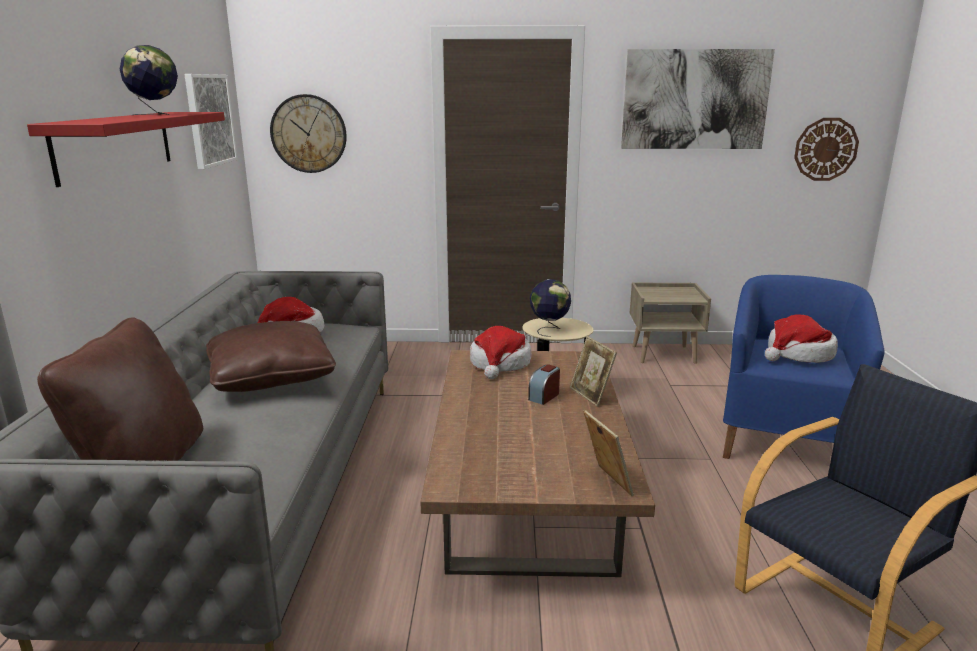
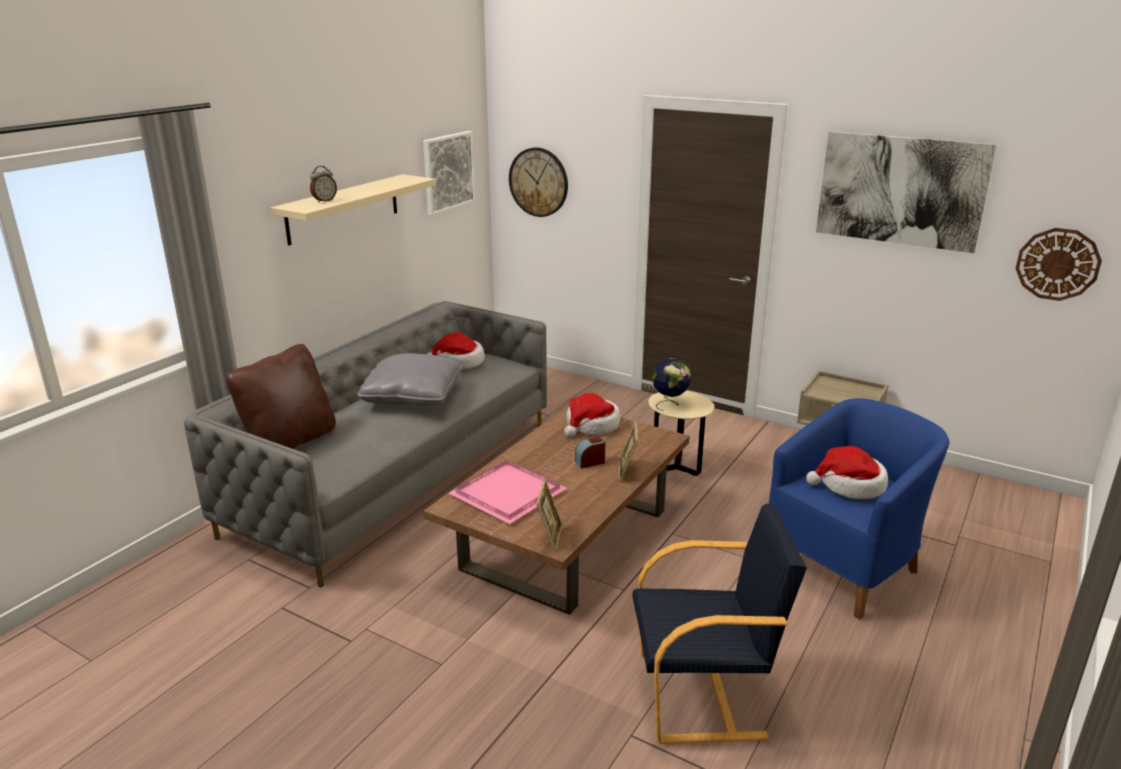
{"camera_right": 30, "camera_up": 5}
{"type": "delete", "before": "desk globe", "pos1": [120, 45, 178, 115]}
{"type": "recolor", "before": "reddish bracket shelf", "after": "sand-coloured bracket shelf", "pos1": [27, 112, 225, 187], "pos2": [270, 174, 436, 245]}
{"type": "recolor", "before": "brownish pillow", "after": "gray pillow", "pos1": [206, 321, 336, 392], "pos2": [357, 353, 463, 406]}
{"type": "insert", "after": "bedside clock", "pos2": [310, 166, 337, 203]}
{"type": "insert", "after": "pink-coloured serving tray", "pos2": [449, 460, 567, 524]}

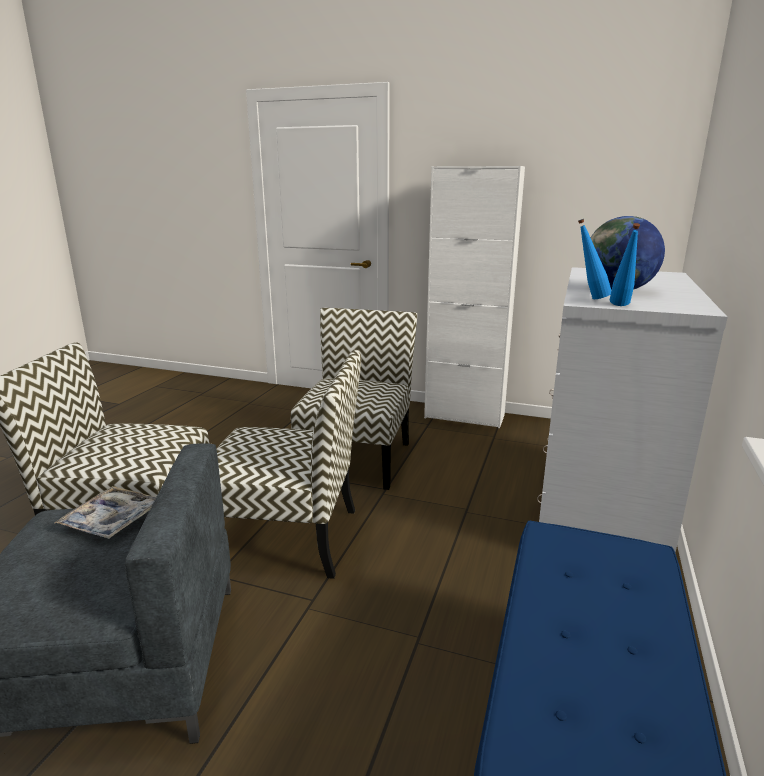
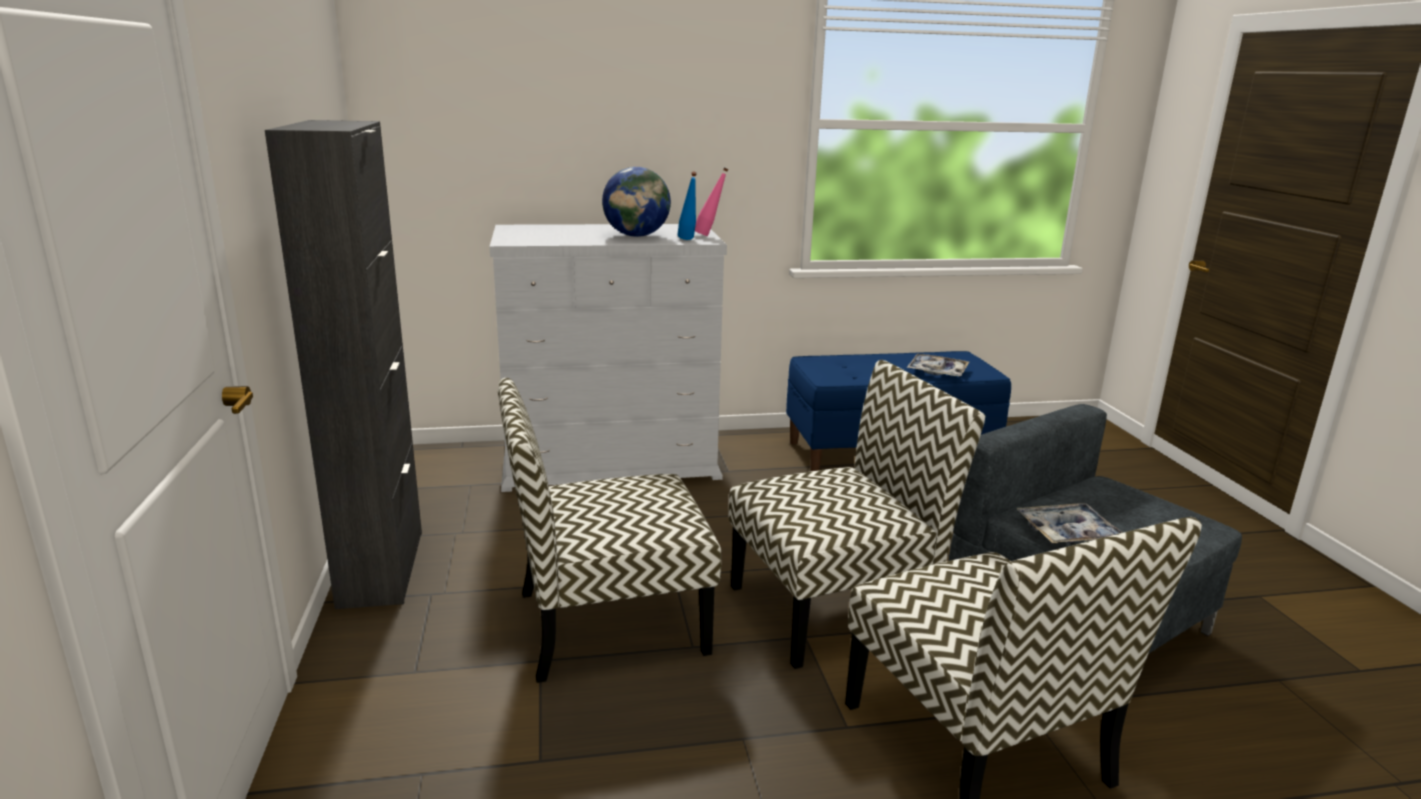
{"camera_right": -120, "camera_up": 0}
{"type": "recolor", "before": "white storage cabinet", "after": "black-coloured storage cabinet", "pos1": [424, 166, 525, 428], "pos2": [265, 120, 422, 609]}
{"type": "recolor", "before": "bluish bottle", "after": "pink-coloured bottle", "pos1": [610, 223, 640, 306], "pos2": [695, 168, 729, 236]}
{"type": "rotate", "before": "chair", "pos1": [216, 350, 361, 579], "pos2": [729, 360, 985, 669], "turn": 90}
{"type": "insert", "after": "serving tray", "pos2": [907, 354, 969, 377]}

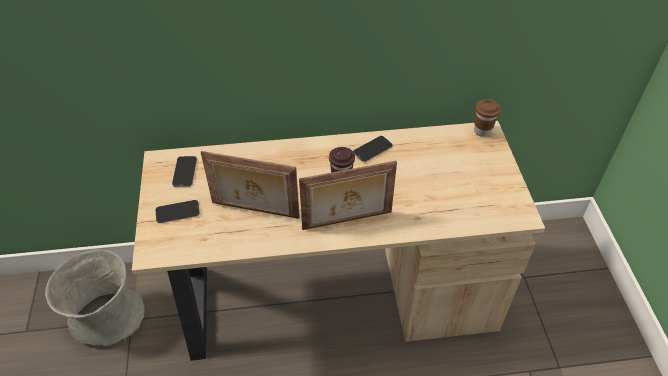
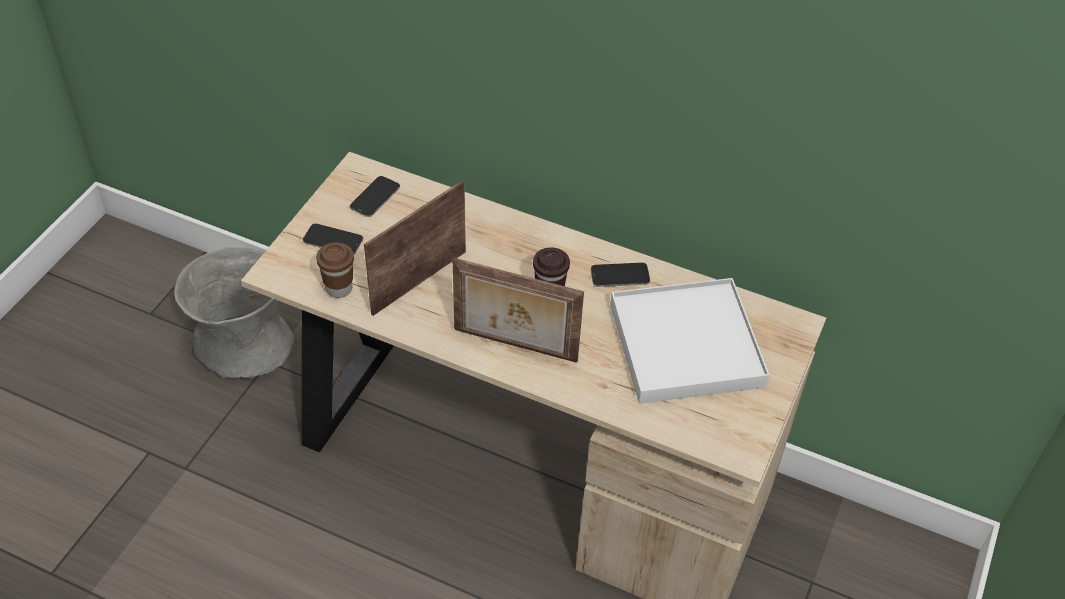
{"camera_right": 30, "camera_up": 0}
{"type": "move", "before": "brownish drinking cup", "pos1": [474, 99, 501, 137], "pos2": [316, 242, 354, 298]}
{"type": "rotate", "before": "standing frame", "pos1": [201, 151, 300, 219], "pos2": [364, 180, 466, 316], "turn": 90}
{"type": "insert", "after": "white serving tray", "pos2": [610, 278, 769, 404]}

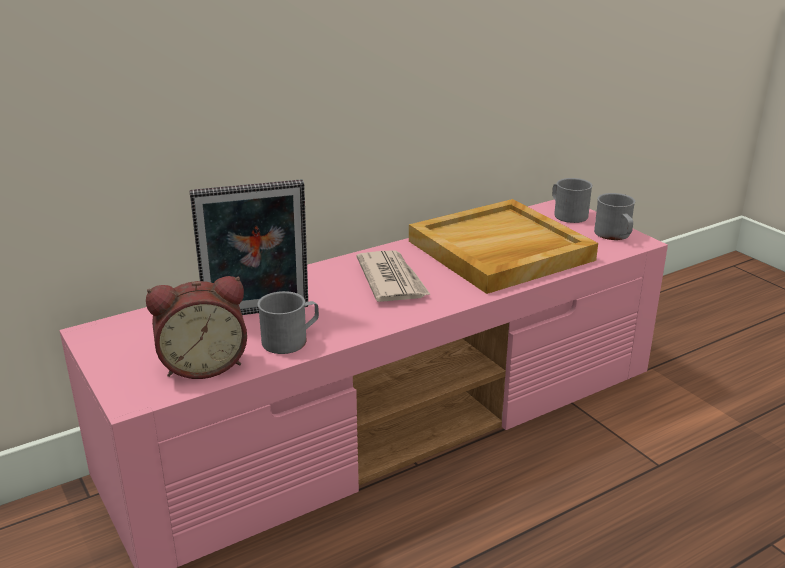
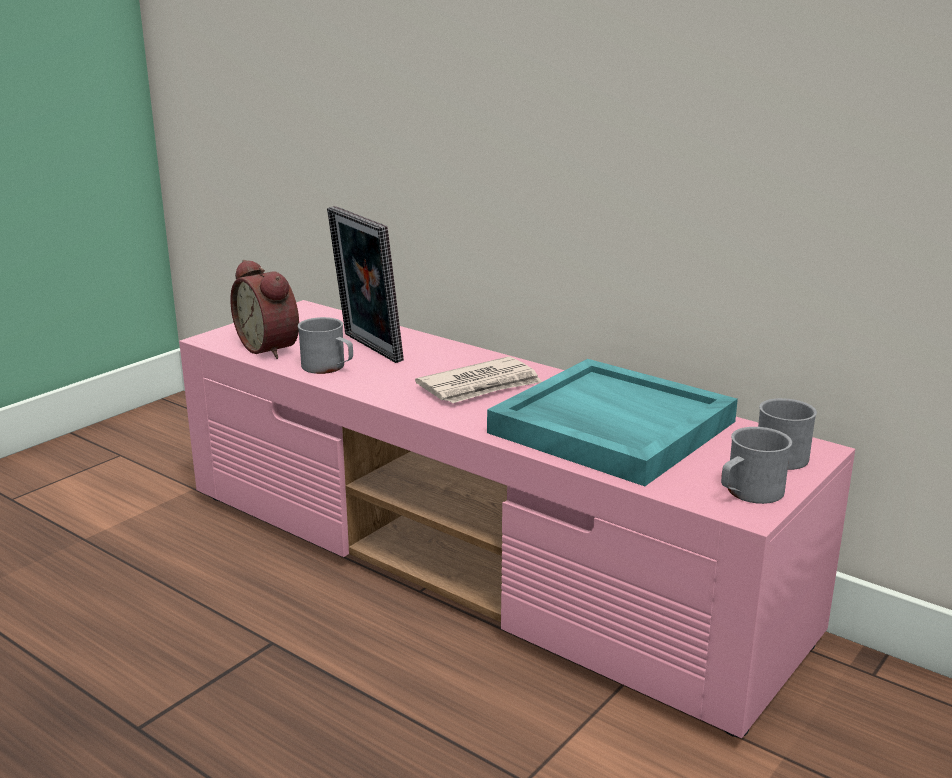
{"camera_right": 70, "camera_up": -5}
{"type": "recolor", "before": "sand-coloured serving tray", "after": "turquoise serving tray", "pos1": [409, 199, 598, 294], "pos2": [487, 359, 738, 486]}

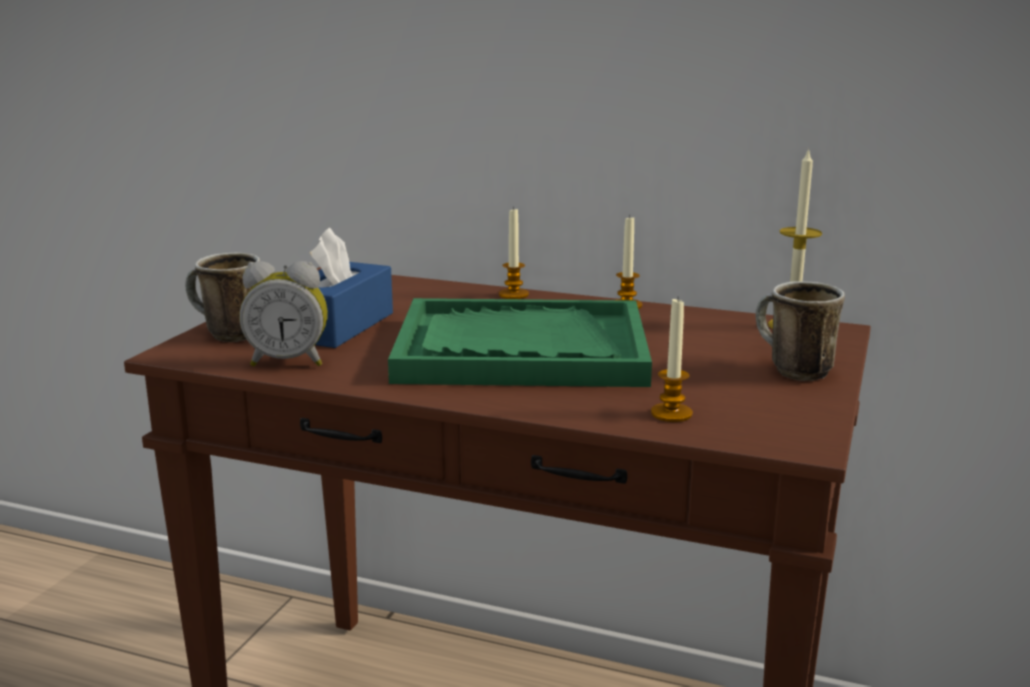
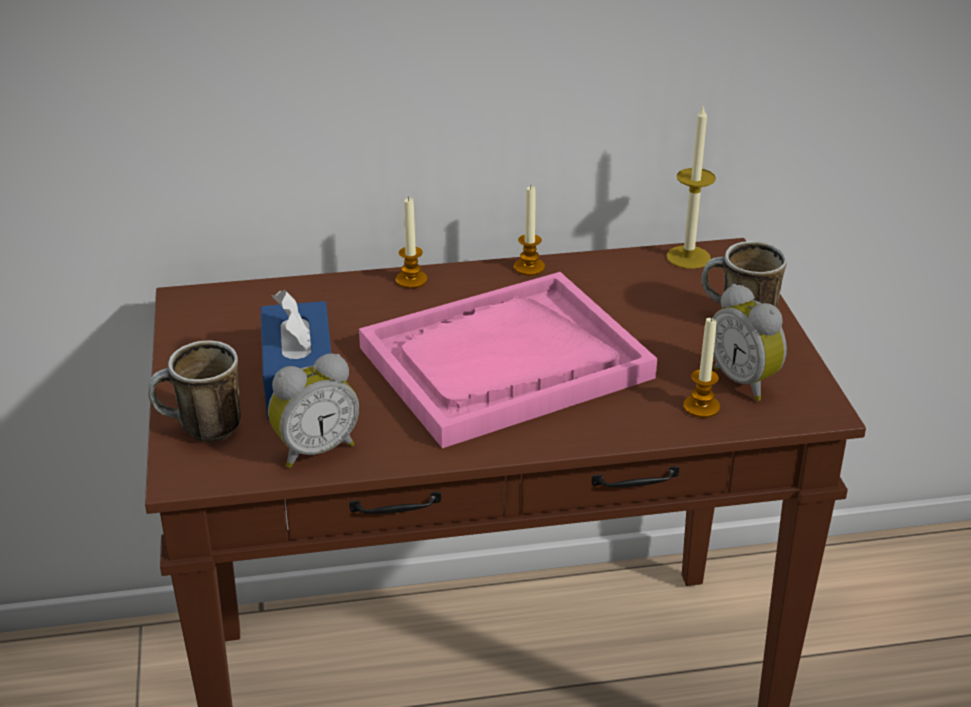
{"camera_right": -30, "camera_up": 15}
{"type": "recolor", "before": "green-coloured serving tray", "after": "pink-coloured serving tray", "pos1": [388, 298, 652, 387], "pos2": [359, 272, 657, 448]}
{"type": "insert", "after": "bedside clock", "pos2": [713, 284, 787, 401]}

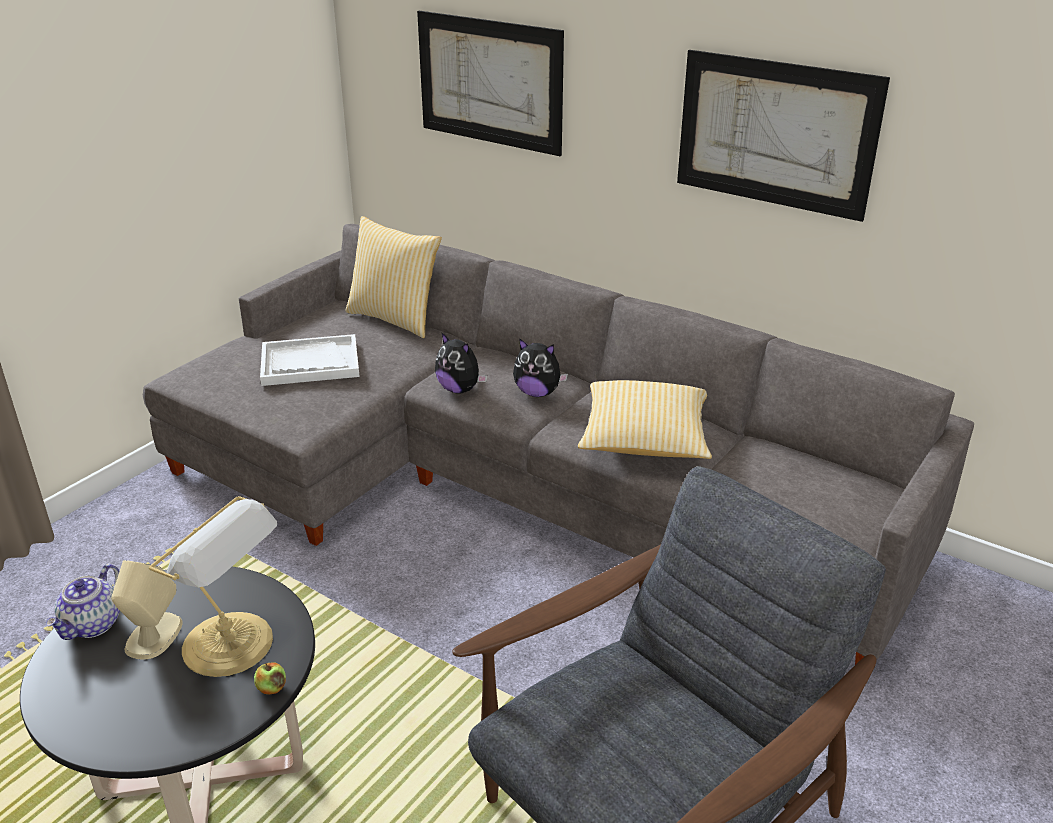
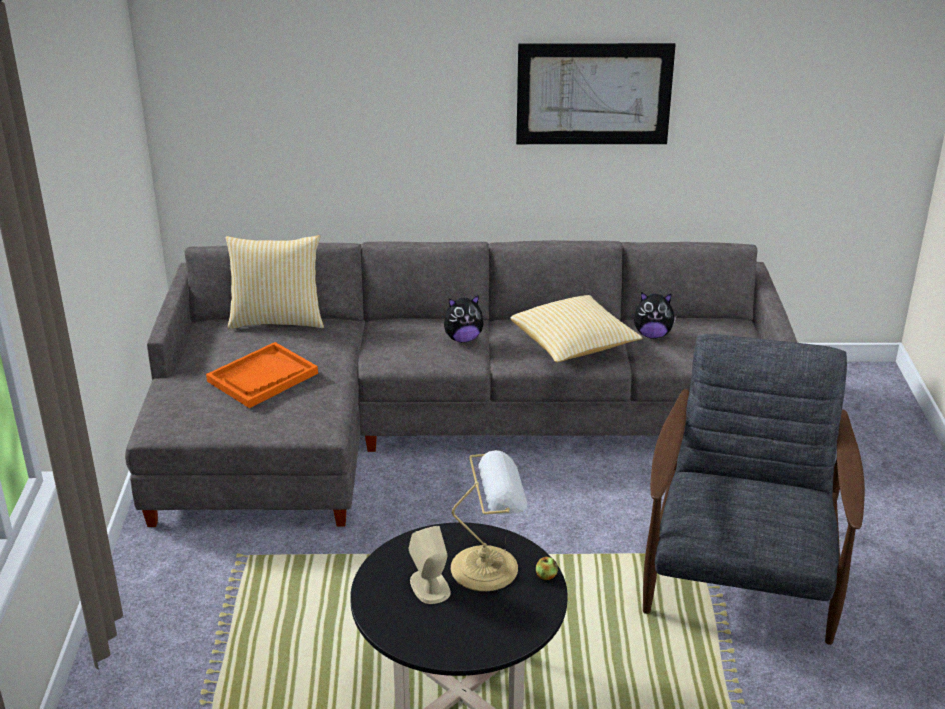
{"camera_right": -35, "camera_up": 0}
{"type": "delete", "before": "picture", "pos1": [417, 11, 564, 156]}
{"type": "move", "before": "plush toy", "pos1": [435, 333, 487, 394], "pos2": [634, 292, 677, 338]}
{"type": "recolor", "before": "white serving tray", "after": "orange serving tray", "pos1": [260, 334, 360, 386], "pos2": [206, 342, 318, 408]}
{"type": "delete", "before": "teapot", "pos1": [46, 564, 120, 640]}

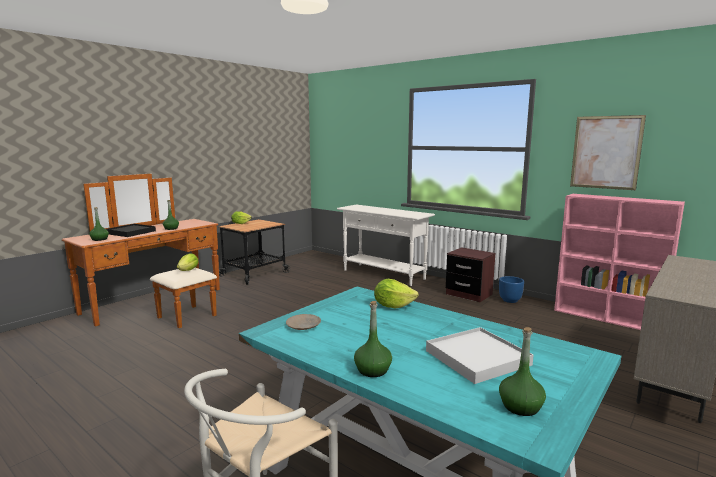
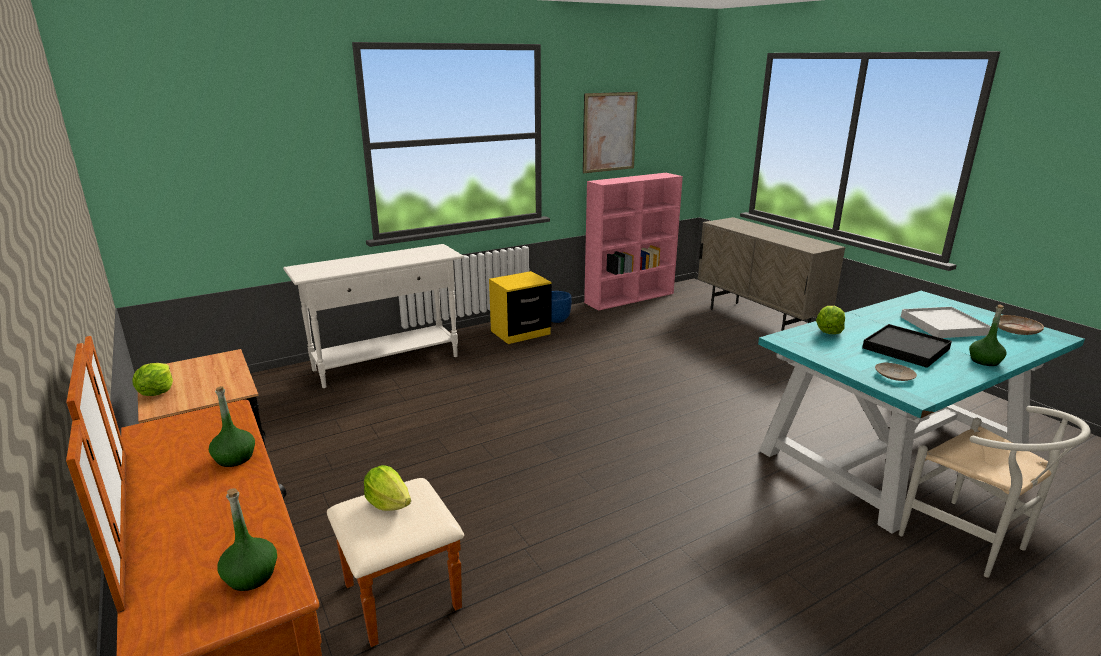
{"camera_right": -70, "camera_up": 10}
{"type": "move", "before": "black-coloured serving tray", "pos1": [106, 224, 156, 237], "pos2": [862, 324, 952, 368]}
{"type": "recolor", "before": "brownish night table", "after": "yellow night table", "pos1": [446, 247, 495, 302], "pos2": [489, 271, 551, 344]}
{"type": "replace", "before": "green-coloured bottle", "after": "sand-coloured dinner plate", "pos1": [499, 327, 546, 416], "pos2": [993, 315, 1044, 335]}

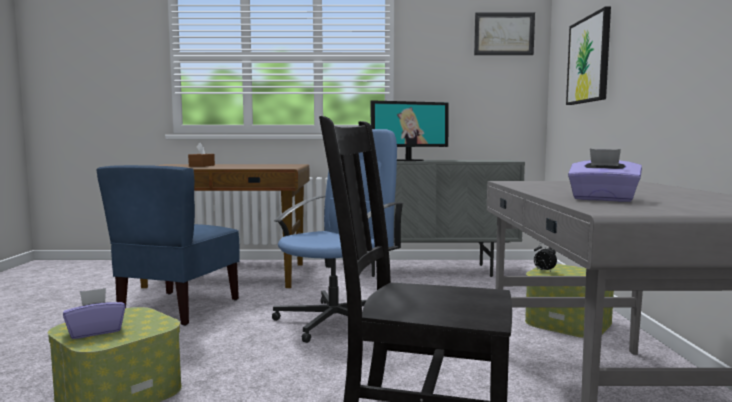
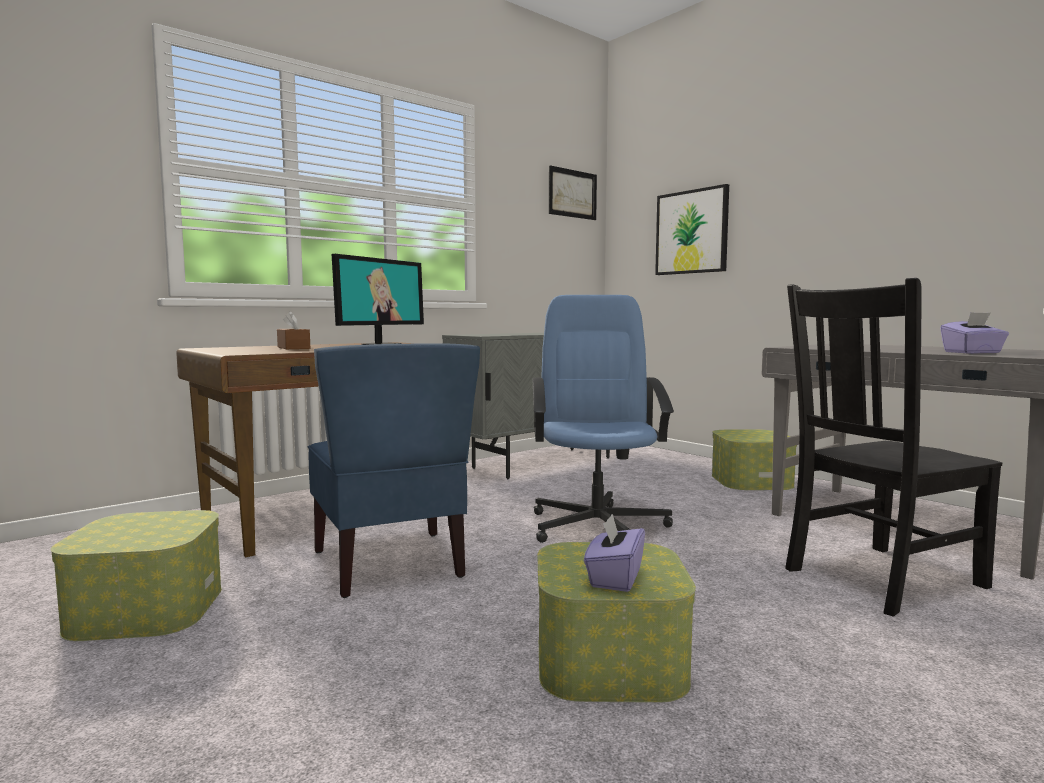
{"camera_right": -40, "camera_up": 0}
{"type": "move", "before": "computer screen", "pos1": [370, 100, 448, 161], "pos2": [332, 254, 424, 345]}
{"type": "delete", "before": "bedside clock", "pos1": [534, 243, 557, 272]}
{"type": "insert", "after": "storage box", "pos2": [51, 510, 222, 641]}

